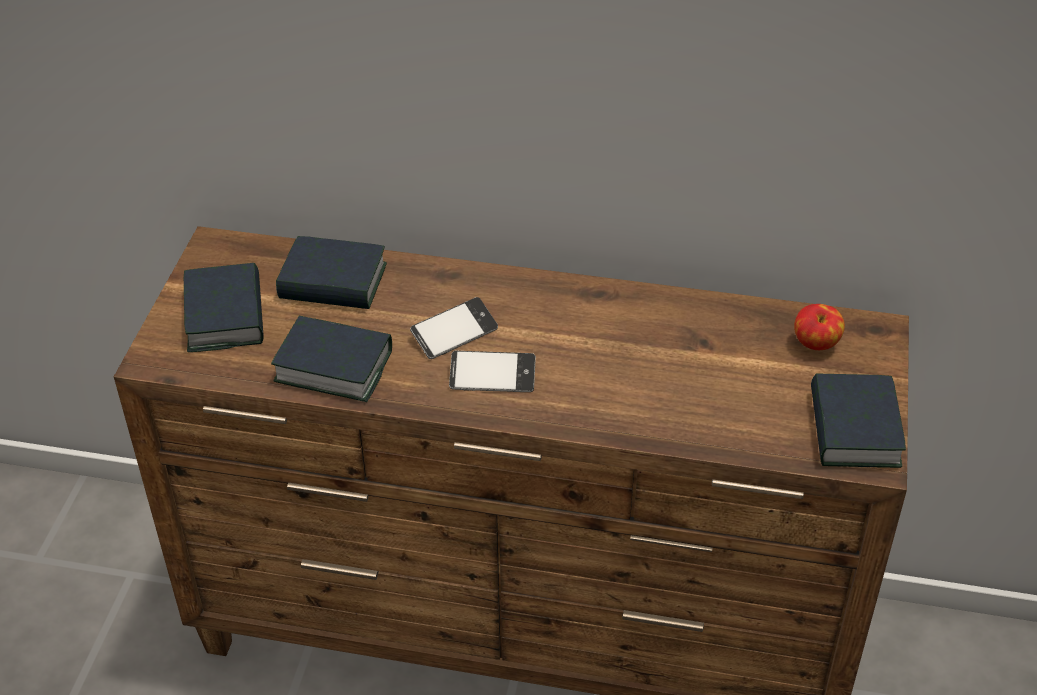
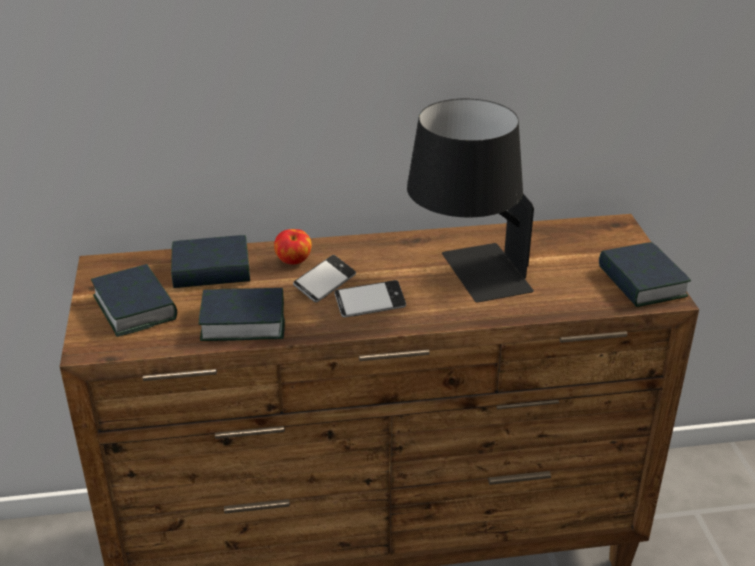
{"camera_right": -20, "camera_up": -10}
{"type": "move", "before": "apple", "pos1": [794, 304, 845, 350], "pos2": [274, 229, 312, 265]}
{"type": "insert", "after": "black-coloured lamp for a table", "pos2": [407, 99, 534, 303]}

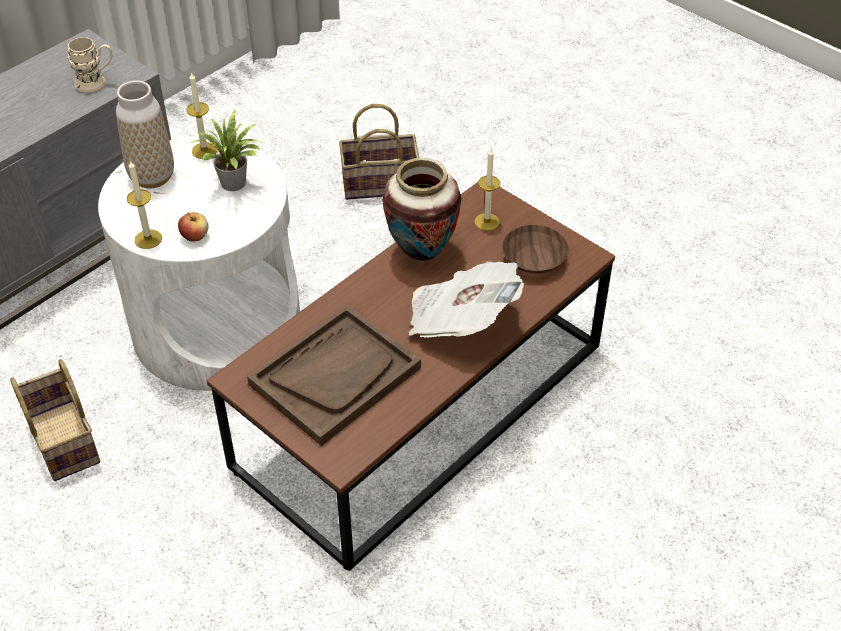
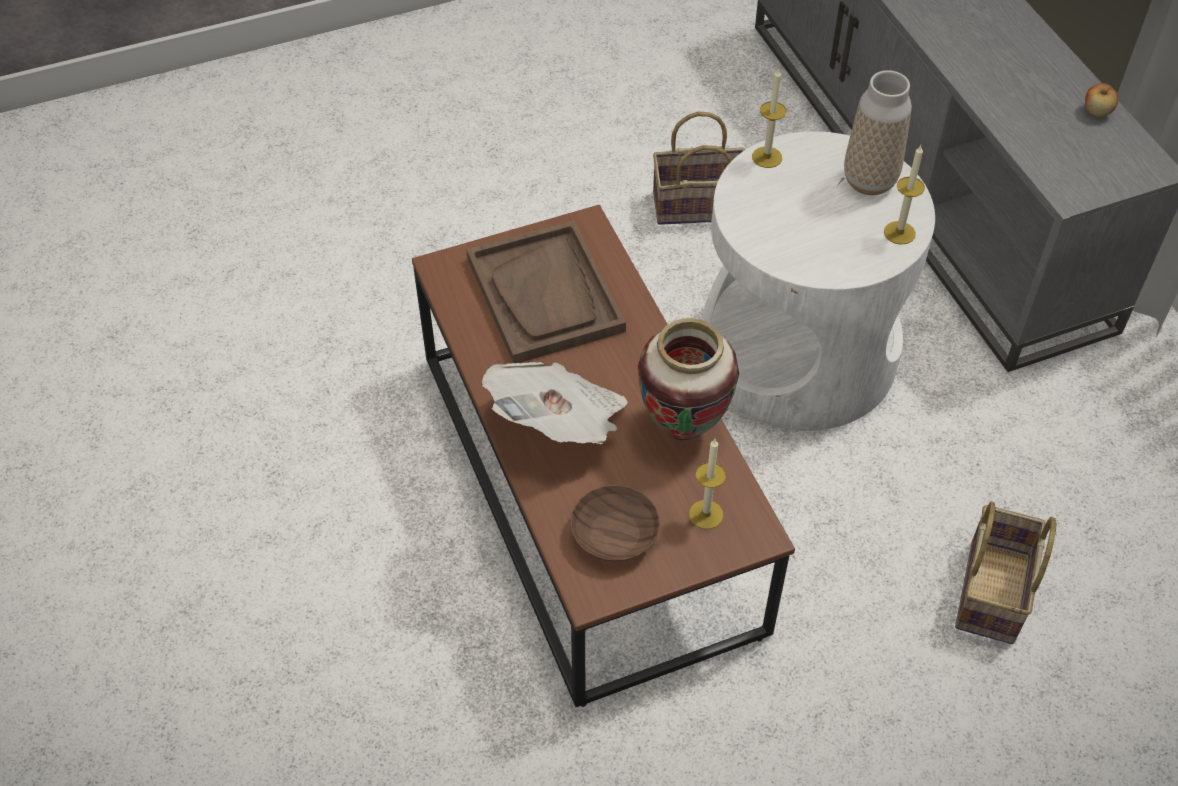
{"camera_right": 115, "camera_up": 5}
{"type": "delete", "before": "sand-coloured tea mug", "pos1": [68, 37, 112, 92]}
{"type": "delete", "before": "potted plant", "pos1": [190, 109, 263, 191]}
{"type": "move", "before": "apple", "pos1": [178, 212, 209, 242], "pos2": [1085, 83, 1118, 117]}

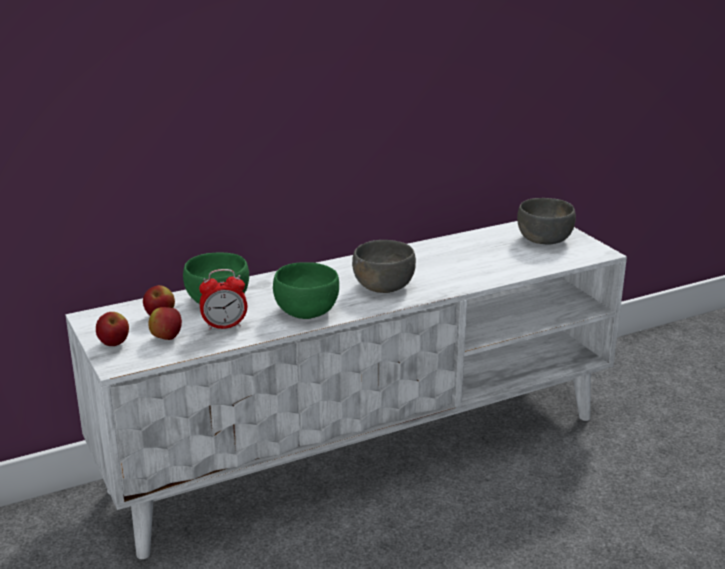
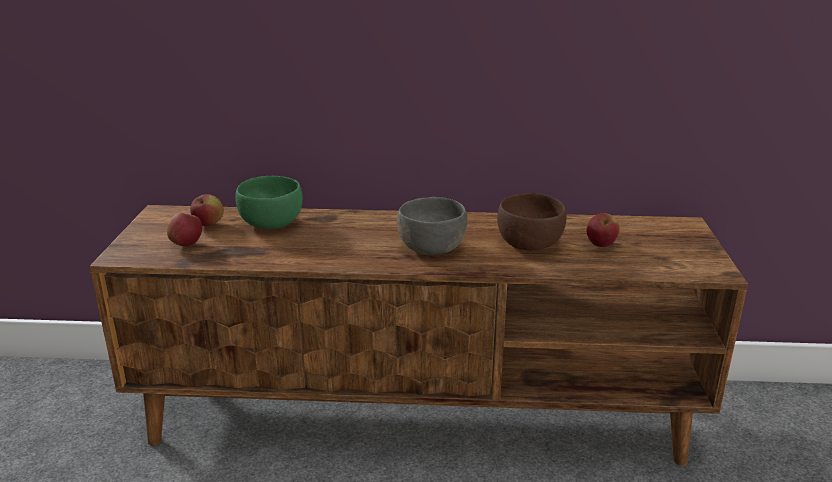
{"camera_right": 30, "camera_up": 0}
{"type": "delete", "before": "gray bowl", "pos1": [517, 198, 576, 245]}
{"type": "recolor", "before": "white tv stand", "after": "brownish tv stand", "pos1": [65, 221, 627, 559], "pos2": [90, 205, 748, 466]}
{"type": "delete", "before": "green-coloured bowl", "pos1": [273, 262, 339, 319]}
{"type": "delete", "before": "bedside clock", "pos1": [199, 269, 247, 330]}
{"type": "move", "before": "apple", "pos1": [96, 312, 129, 346], "pos2": [587, 213, 619, 247]}
{"type": "insert", "after": "brownish bowl", "pos2": [497, 193, 567, 251]}

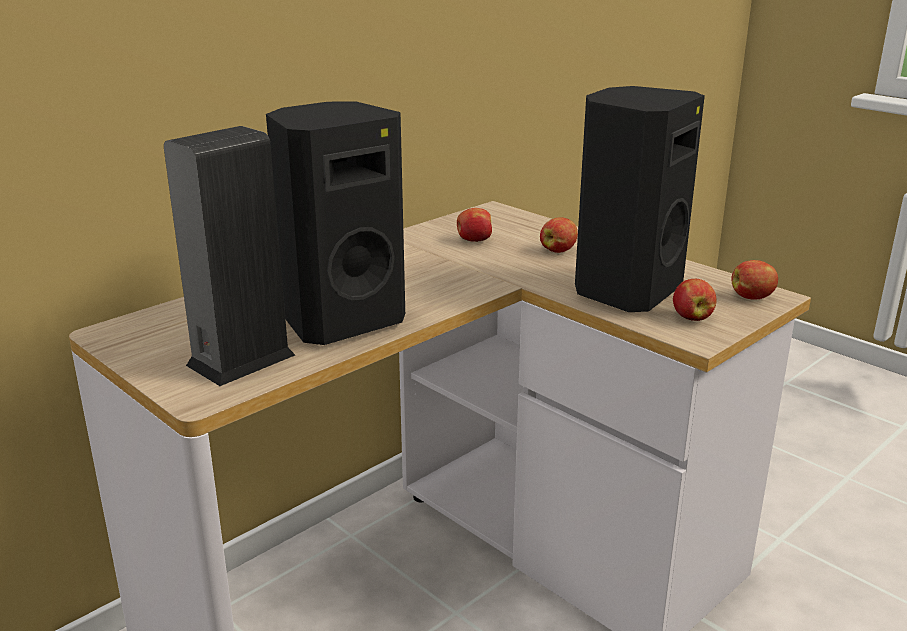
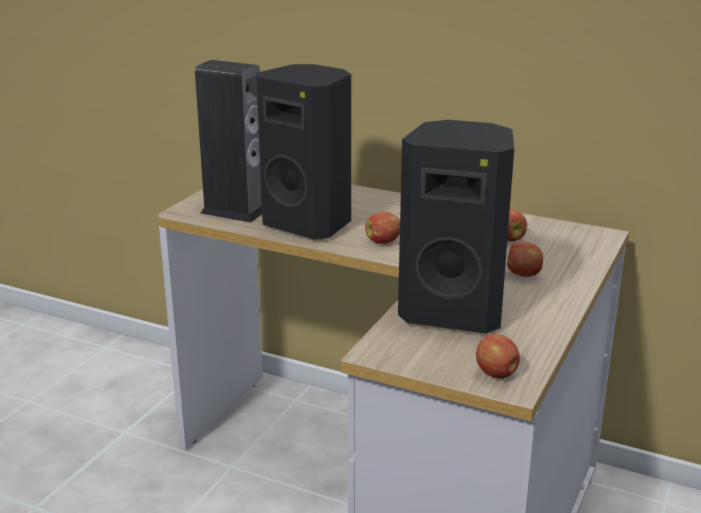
{"camera_right": 70, "camera_up": 0}
{"type": "move", "before": "apple", "pos1": [673, 279, 717, 321], "pos2": [365, 212, 400, 244]}

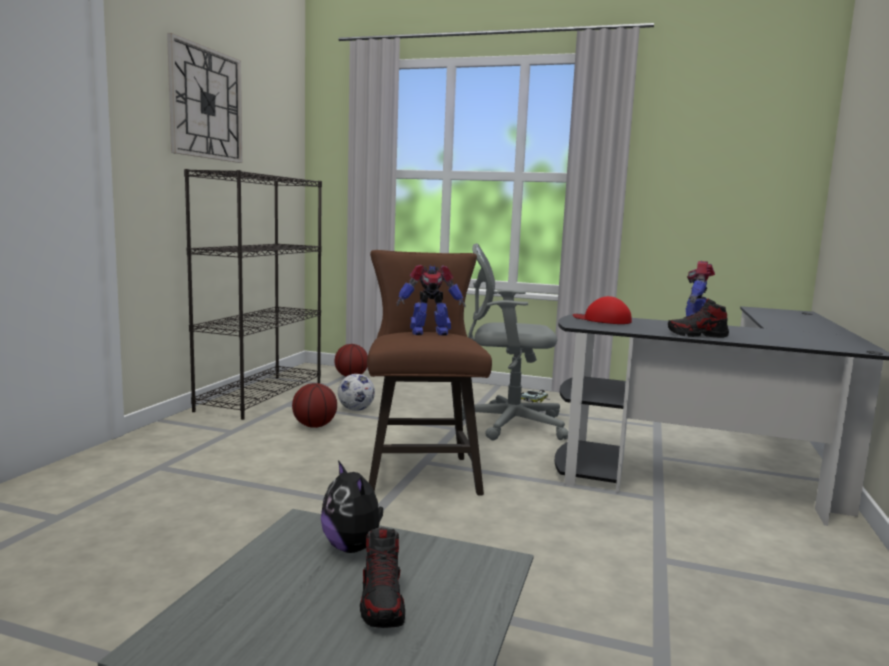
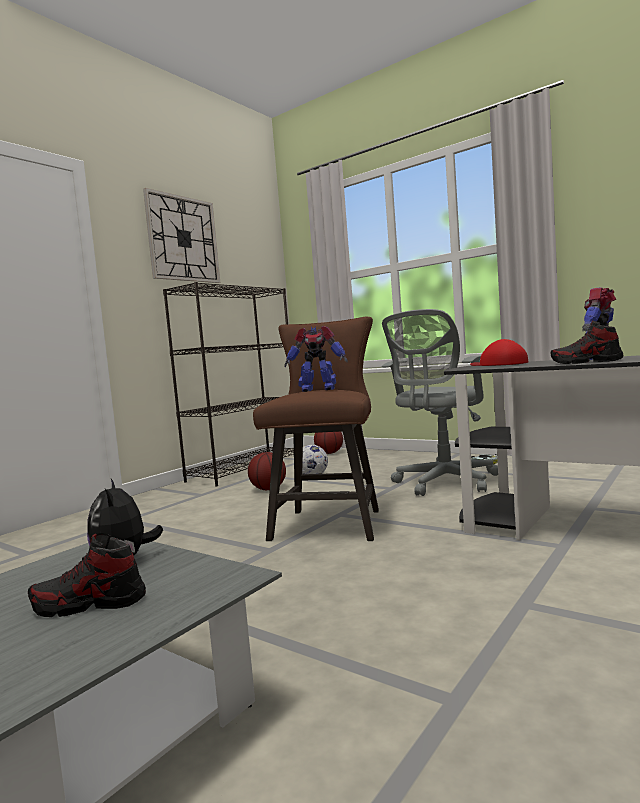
{"camera_right": 20, "camera_up": -5}
{"type": "rotate", "before": "gray desk chair", "pos1": [462, 243, 568, 441], "pos2": [382, 309, 498, 496], "turn": -75}
{"type": "rotate", "before": "low shoe", "pos1": [360, 527, 405, 628], "pos2": [28, 533, 146, 617], "turn": 75}

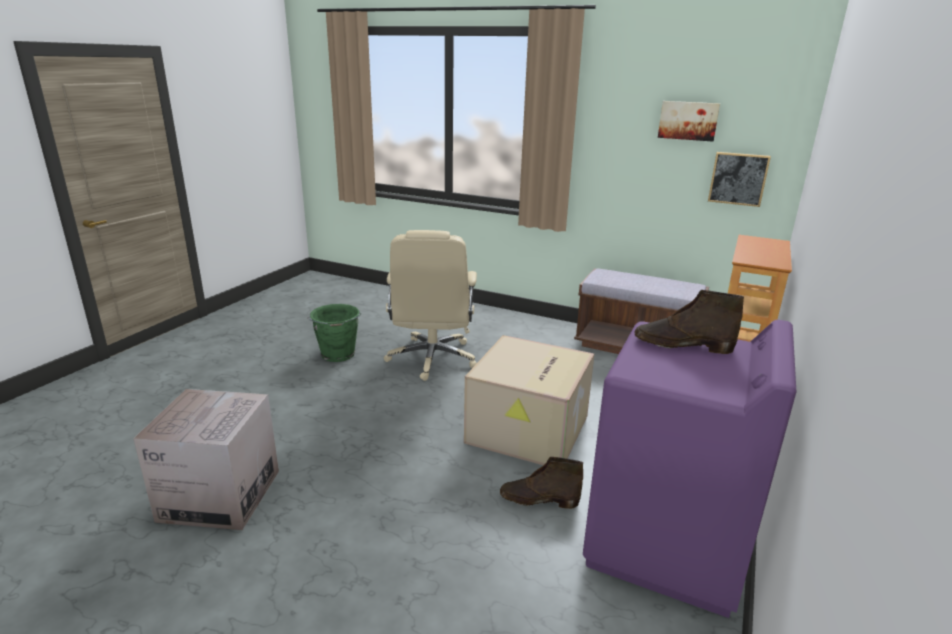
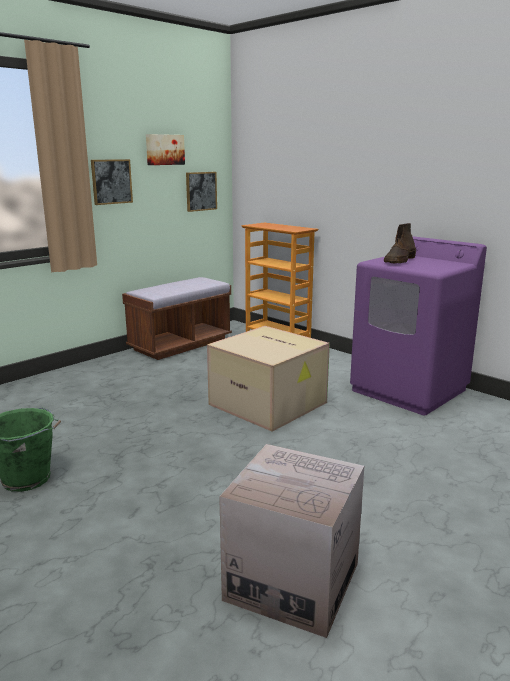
{"camera_right": -70, "camera_up": -5}
{"type": "delete", "before": "sand-coloured desk chair", "pos1": [384, 230, 477, 381]}
{"type": "delete", "before": "brownish high-top boot", "pos1": [500, 457, 583, 509]}
{"type": "insert", "after": "picture", "pos2": [91, 159, 133, 205]}

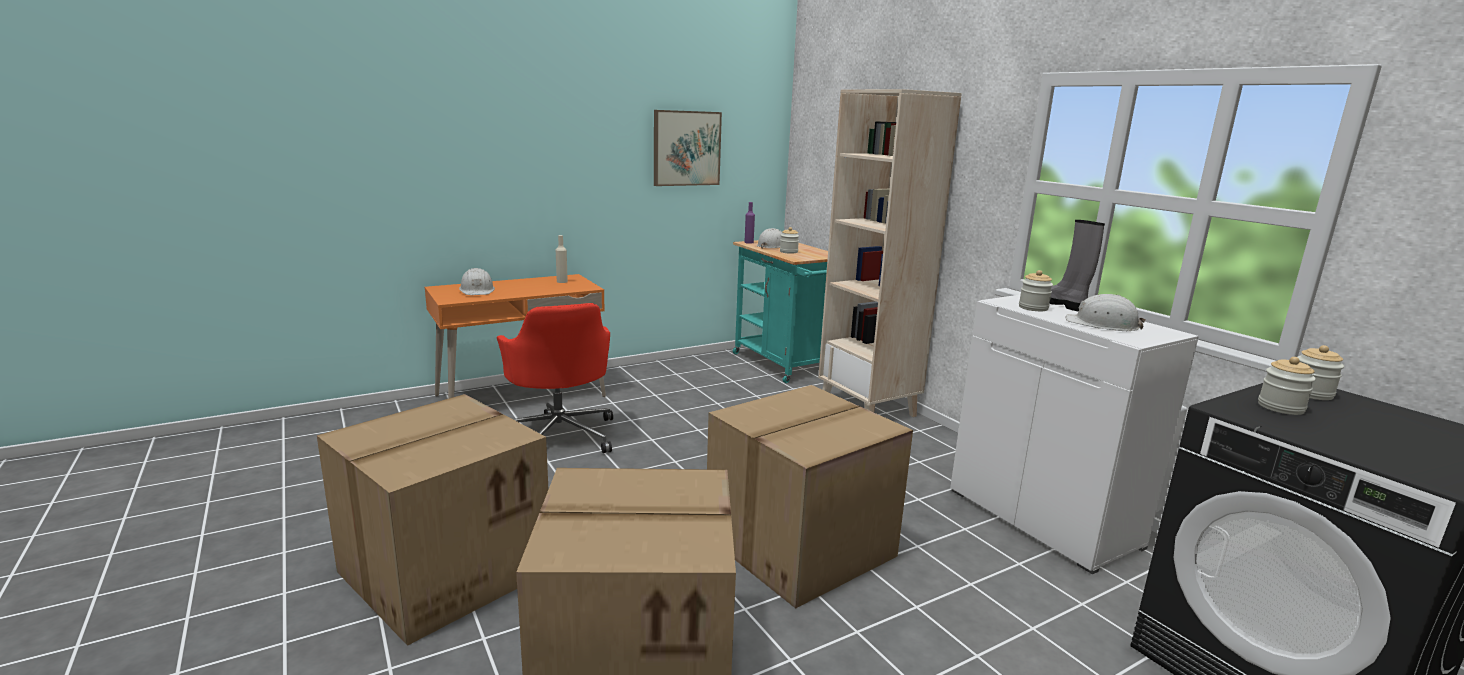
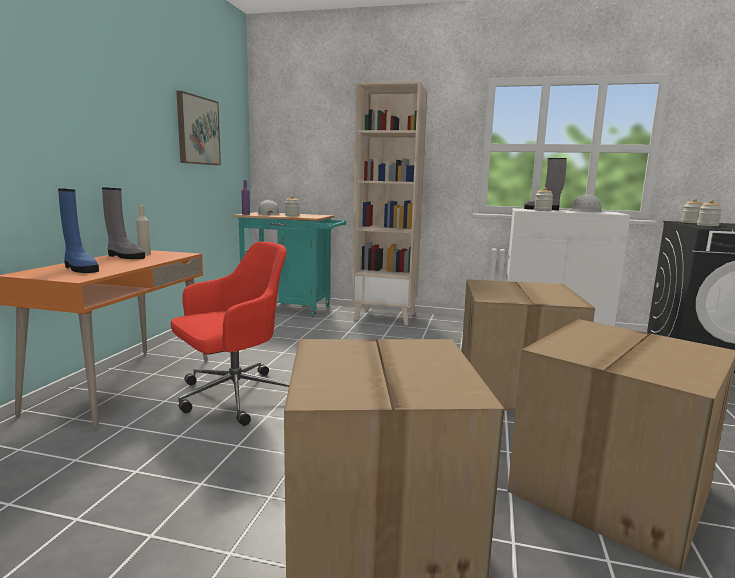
{"camera_right": -45, "camera_up": -5}
{"type": "replace", "before": "white hard hat", "after": "bluish high-top boot", "pos1": [459, 268, 495, 295], "pos2": [58, 188, 99, 273]}
{"type": "rotate", "before": "reddish desk chair", "pos1": [497, 303, 613, 453], "pos2": [171, 242, 290, 426], "turn": -60}
{"type": "insert", "after": "gray high-top boot", "pos2": [102, 187, 145, 259]}

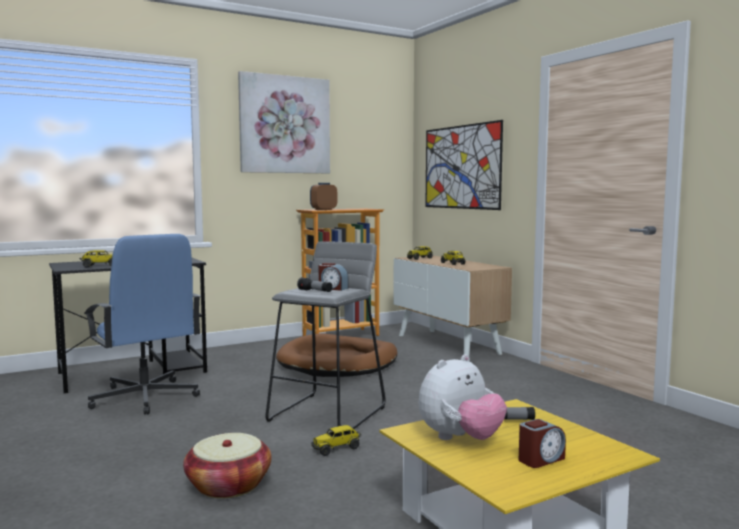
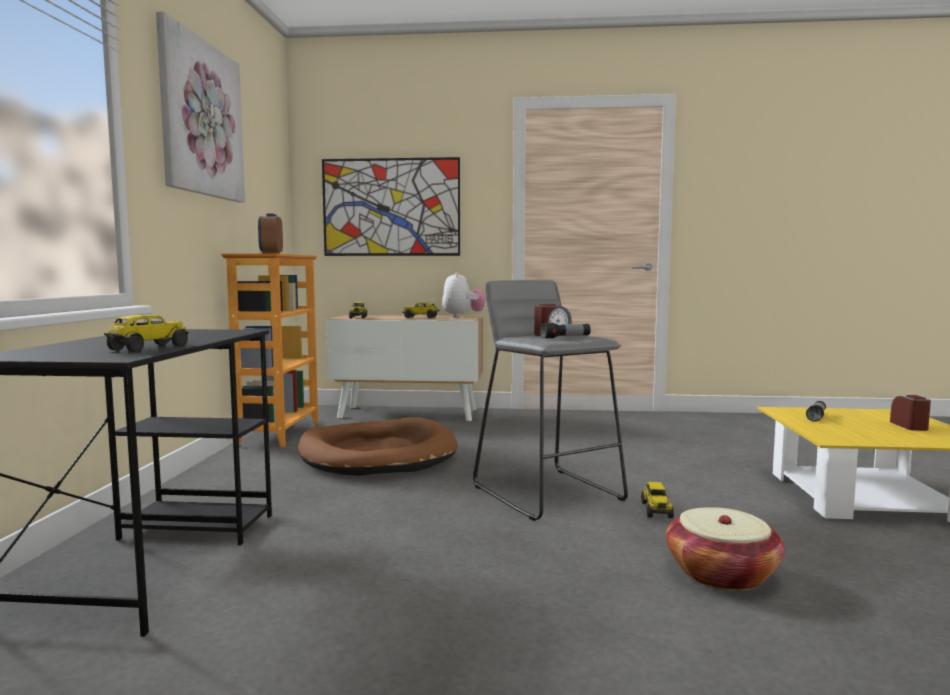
{"camera_right": -55, "camera_up": 0}
{"type": "delete", "before": "bluish desk chair", "pos1": [84, 234, 201, 415]}
{"type": "move", "before": "plush toy", "pos1": [419, 354, 507, 440], "pos2": [442, 272, 486, 317]}

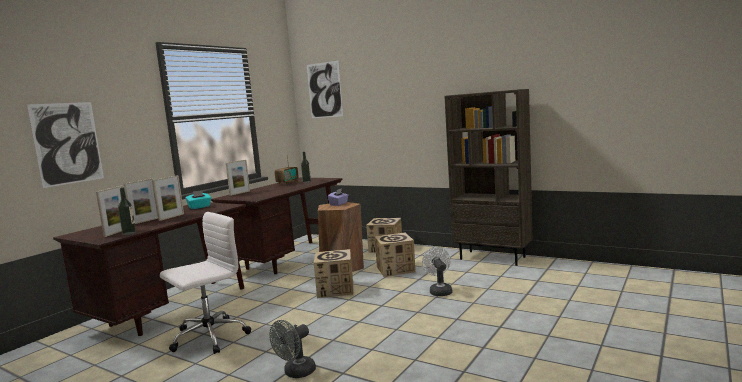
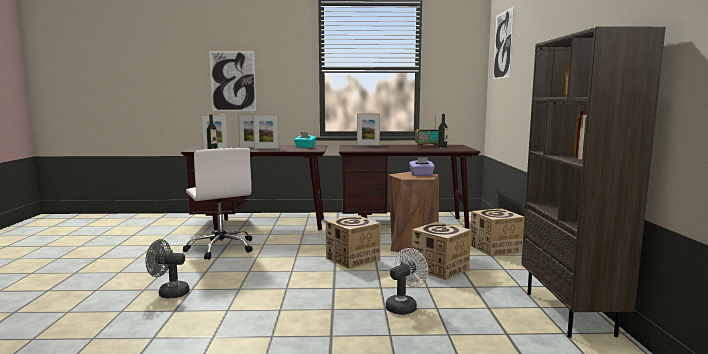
{"camera_right": 55, "camera_up": 0}
{"type": "rotate", "before": "white desk chair", "pos1": [160, 212, 251, 354], "pos2": [182, 147, 253, 260], "turn": 45}

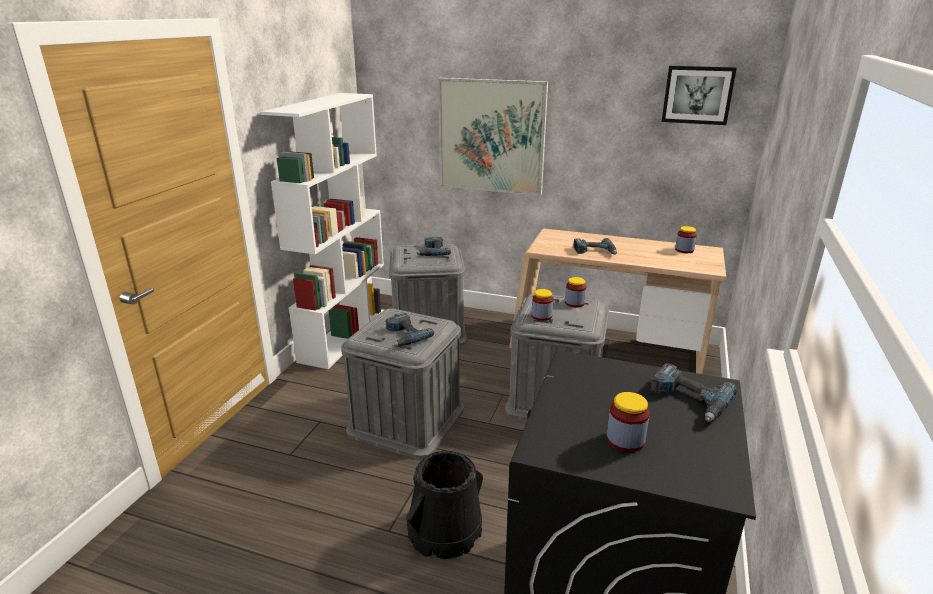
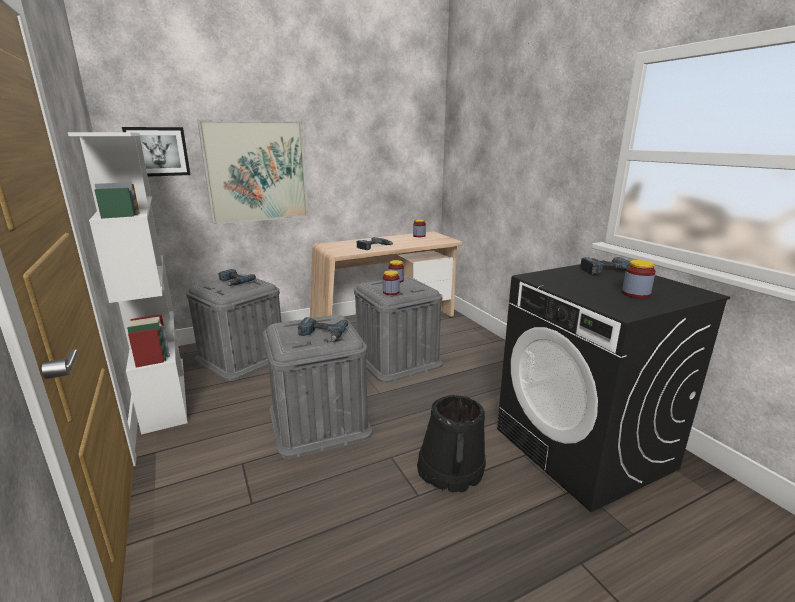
{"camera_right": -45, "camera_up": -5}
{"type": "move", "before": "picture", "pos1": [662, 66, 737, 125], "pos2": [122, 127, 191, 177]}

